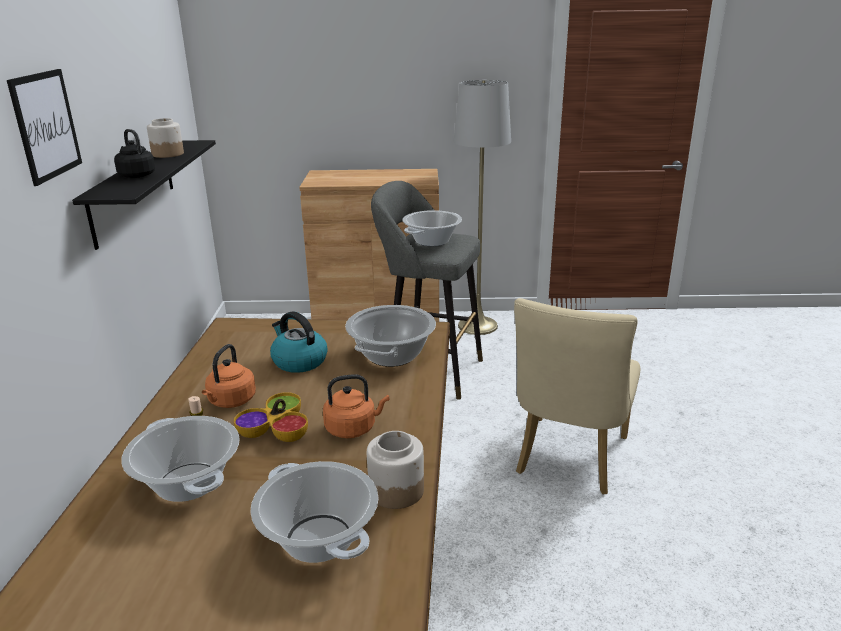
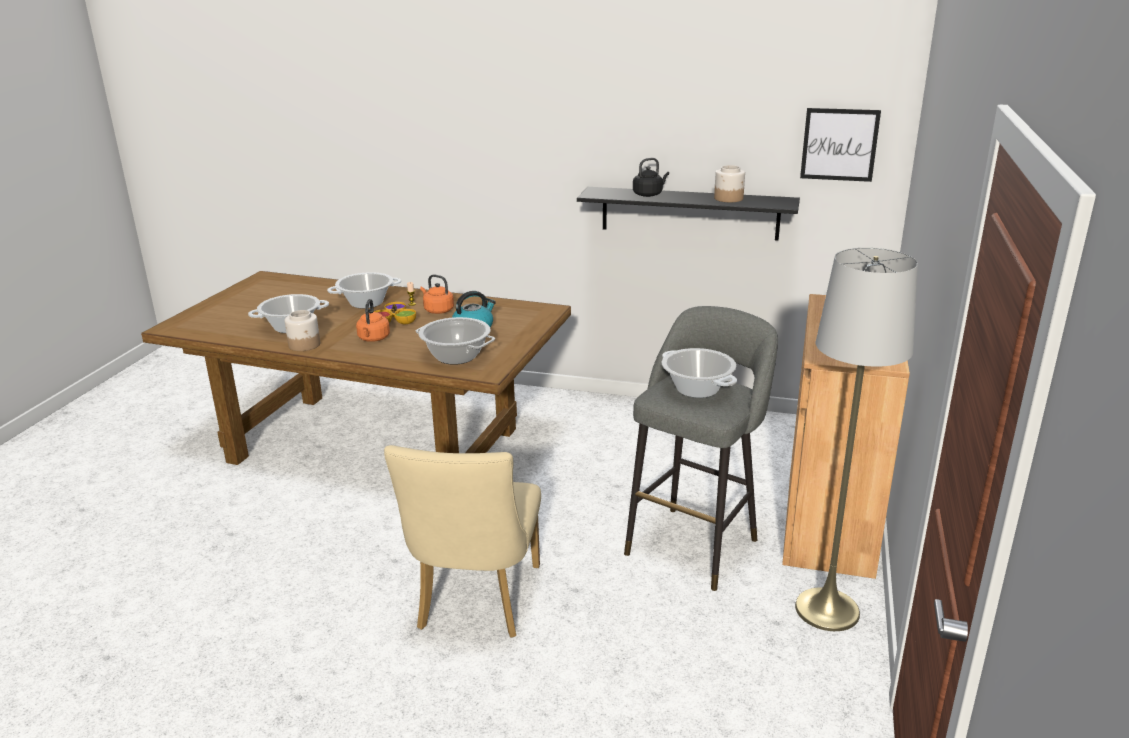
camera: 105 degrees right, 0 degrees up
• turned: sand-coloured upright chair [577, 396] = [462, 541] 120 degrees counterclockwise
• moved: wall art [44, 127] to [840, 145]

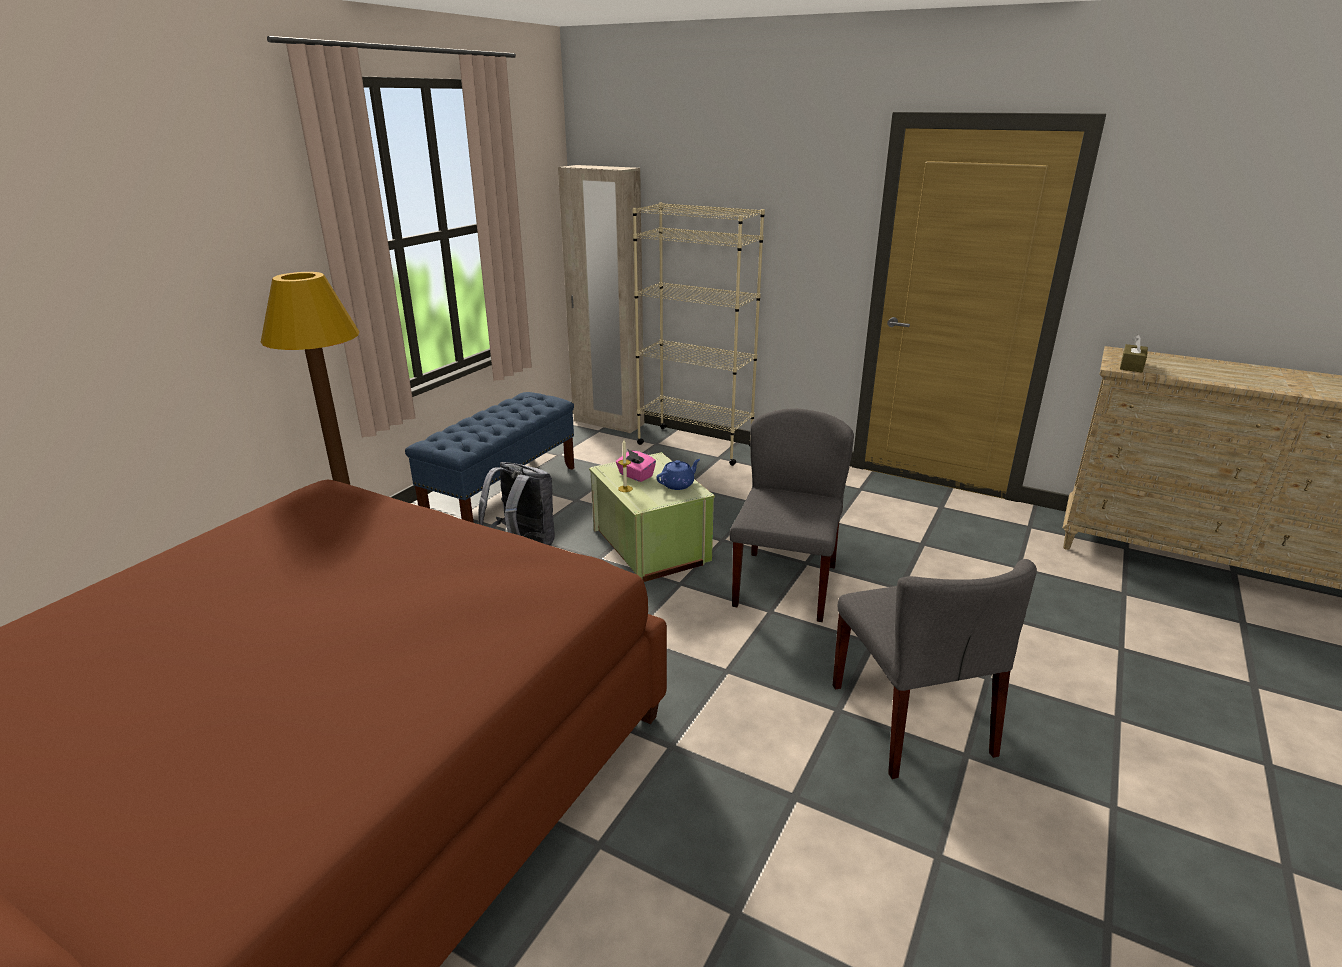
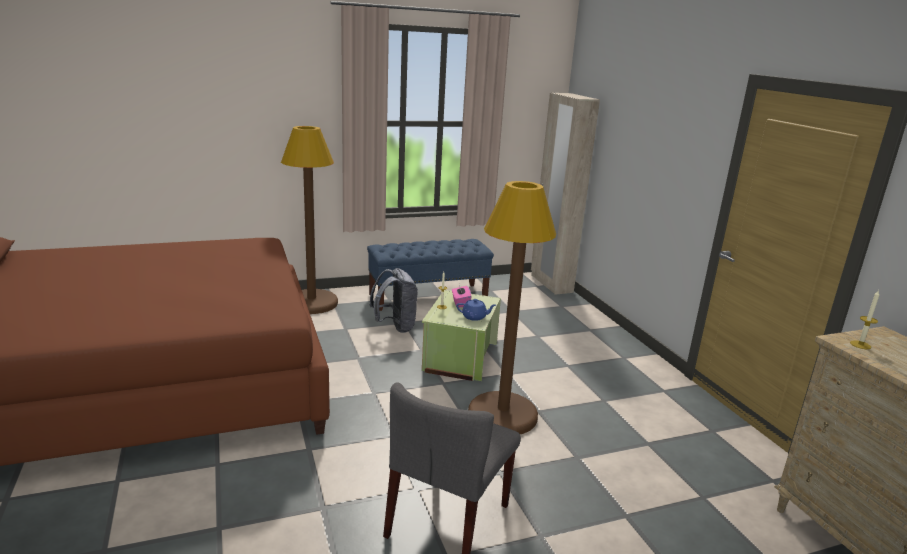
camera: 40 degrees right, 5 degrees down
• replaced: grey upright chair [792, 515] to brownish floor lamp [512, 307]
• replaced: brownish tissue holder [1134, 353] to wax light [864, 319]
• removed: sand-coloured bookcase [699, 334]

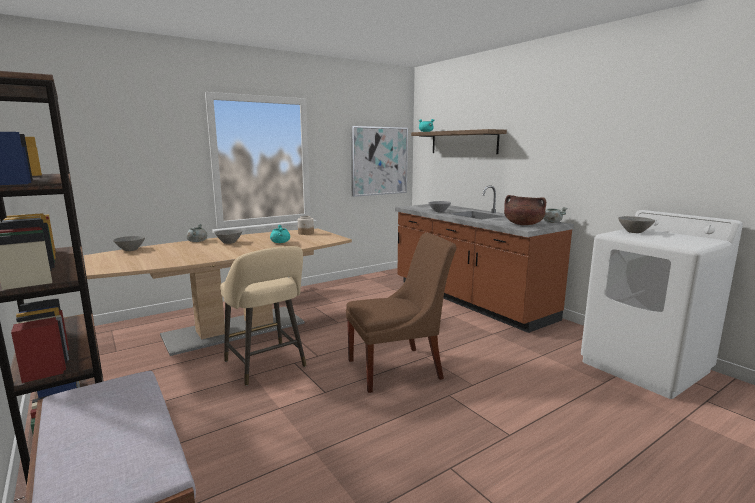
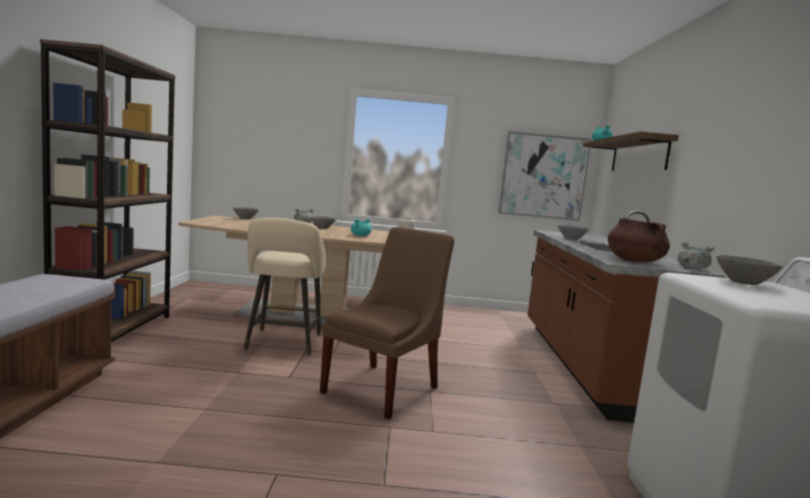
camera: 35 degrees right, 5 degrees down
• turned: brownish upright chair [401, 313] = [387, 323] 75 degrees counterclockwise

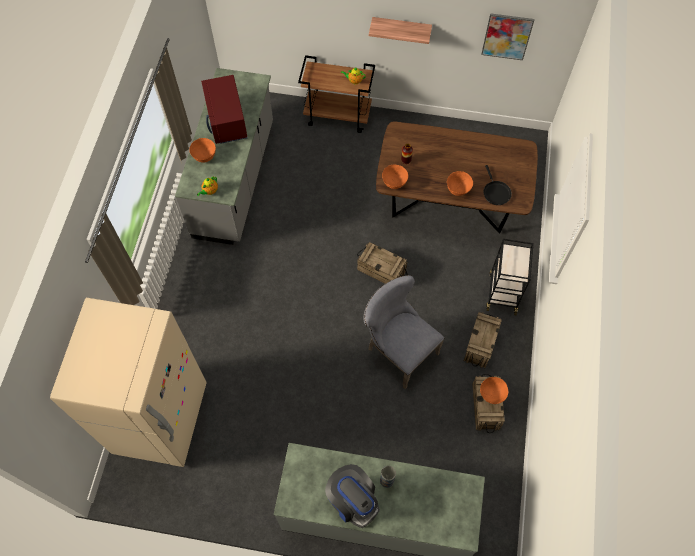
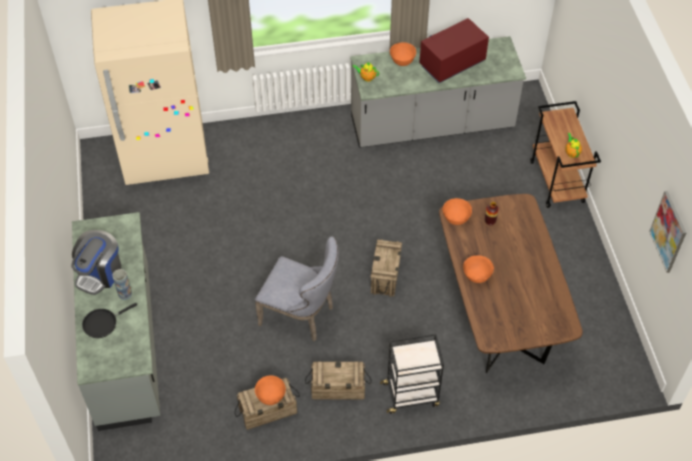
camera: 70 degrees right, 10 degrees down
• moved: black frying pan [497, 185] to [109, 320]
• turned: grey upright chair [404, 332] = [297, 288] 90 degrees clockwise
• removed: wall shelf [400, 30]

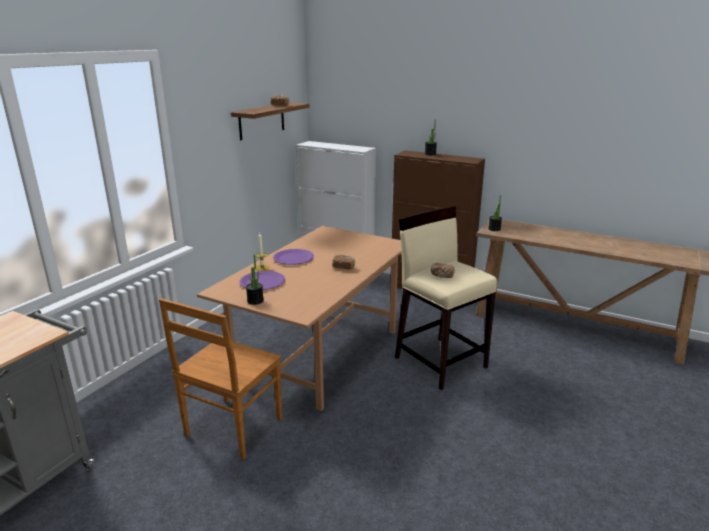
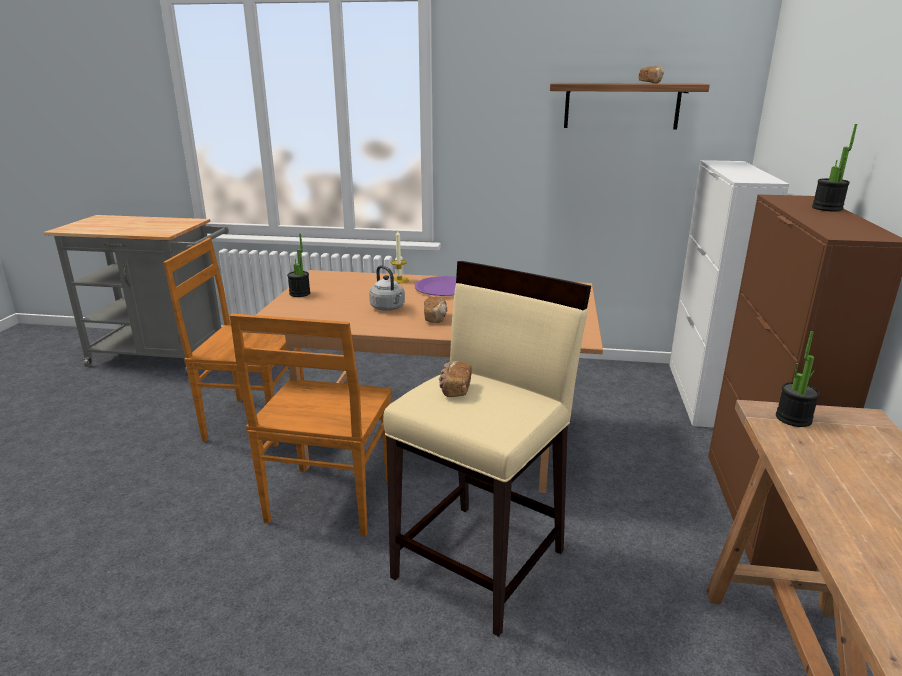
camera: 70 degrees right, 0 degrees up
• added: brownish upright chair [310, 424]
• added: grey kettle [387, 288]
• removed: purplish dinner plate [262, 280]

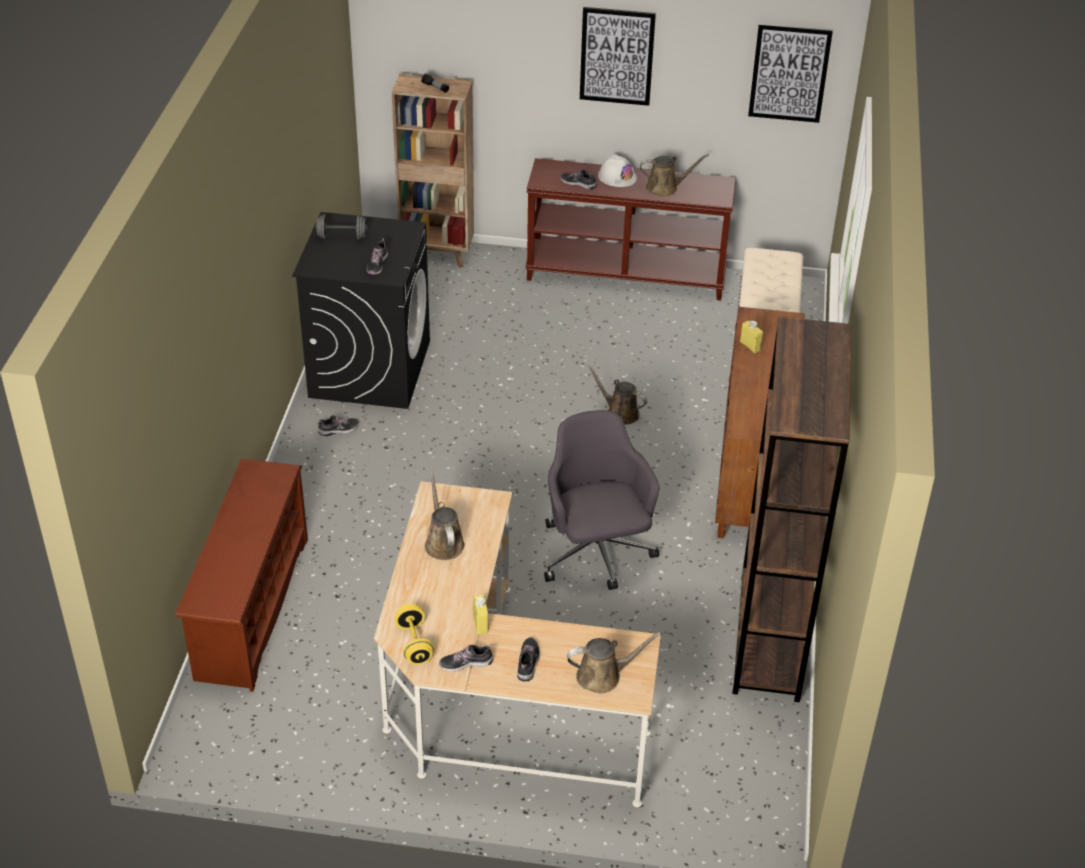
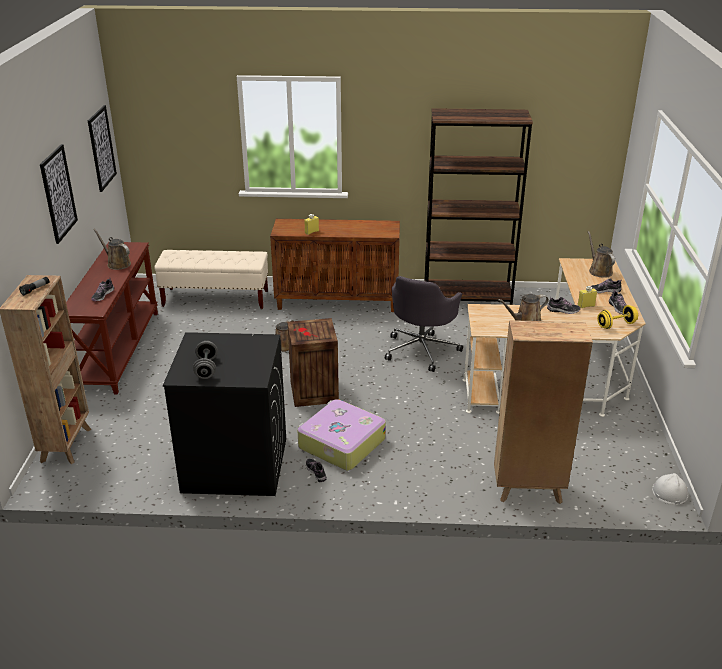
camera: 95 degrees left, 10 degrees down
• turned: brownish watering pot [674, 175] = [112, 249] 45 degrees counterclockwise
• added: packing crate [313, 362]
• added: suitcase [341, 434]
• turned: grey desk chair [602, 500] = [424, 324] 45 degrees counterclockwise
• replaced: brownish shoe shelf [241, 575] to brownish bookcase [543, 412]
• moved: shoe [377, 256] to [563, 305]
• moved: whitish work helmet [617, 170] to [670, 489]

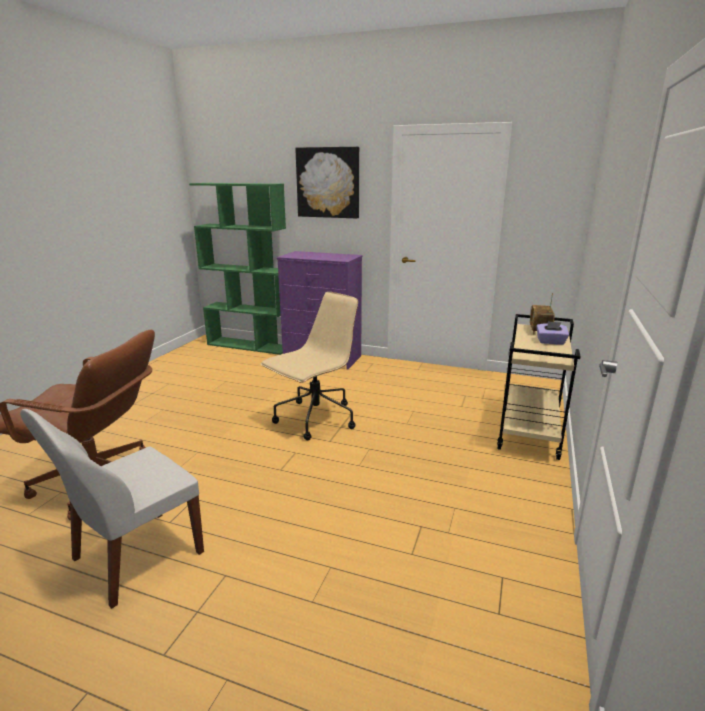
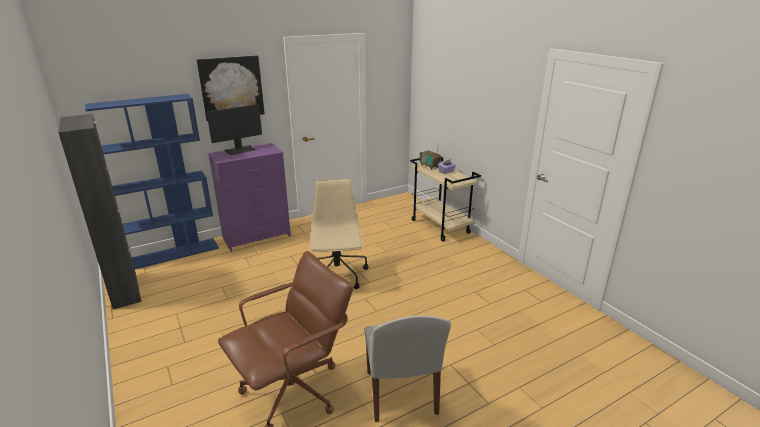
camera: 50 degrees left, 5 degrees up
• added: black cupboard [100, 211]
• recoloured: greenish bookcase [237, 269] to bluish bookcase [152, 181]
• added: computer display [234, 129]

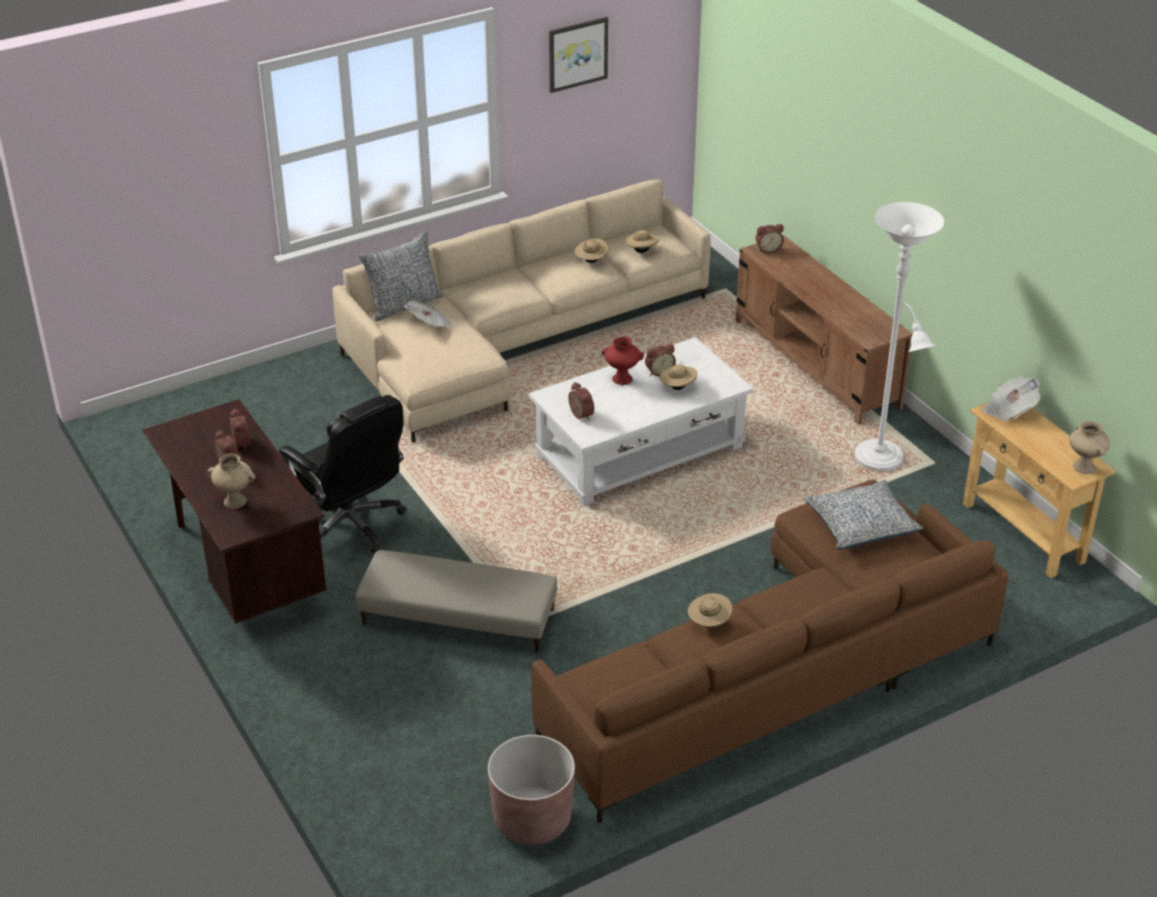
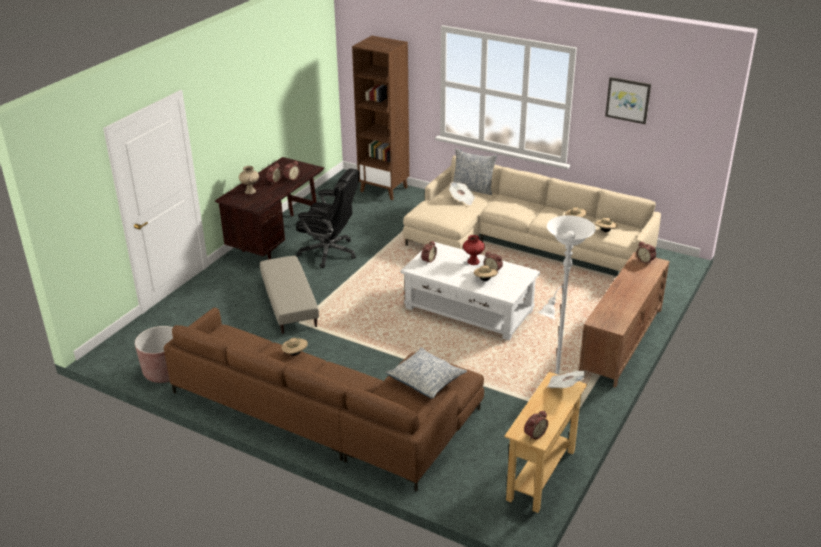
camera: 60 degrees right, 5 degrees down
• turned: black desk chair [342, 474] = [327, 219] 90 degrees counterclockwise
• added: brownish bookcase [380, 118]
• replaced: sand-coloured vase [1089, 447] to table clock [536, 425]

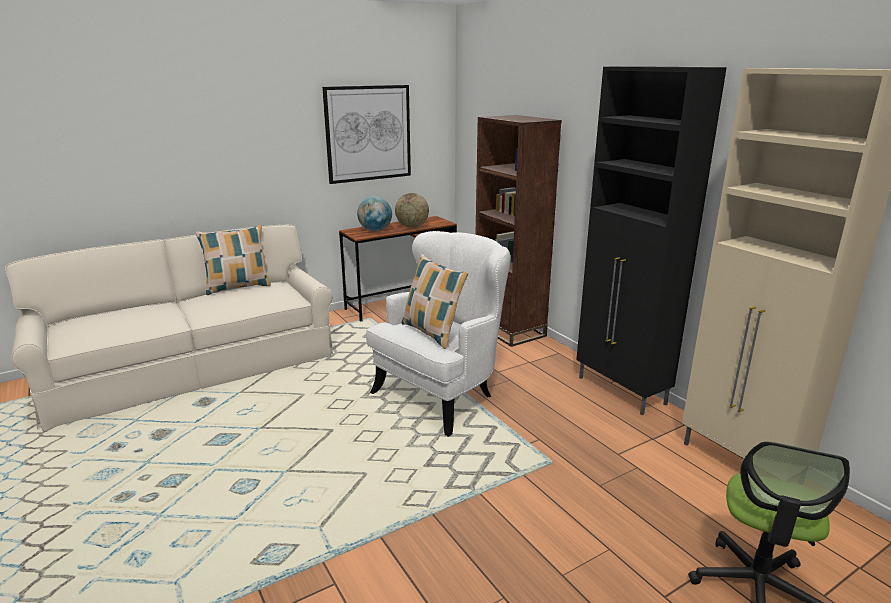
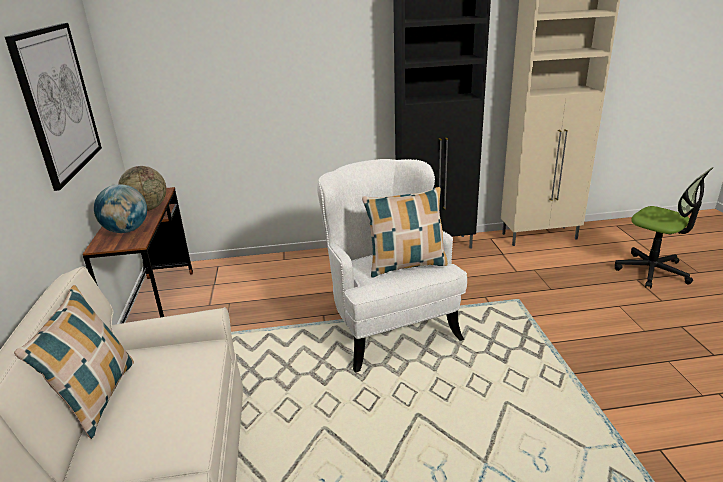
camera: 65 degrees left, 5 degrees up
• removed: brownish bookcase [518, 231]

